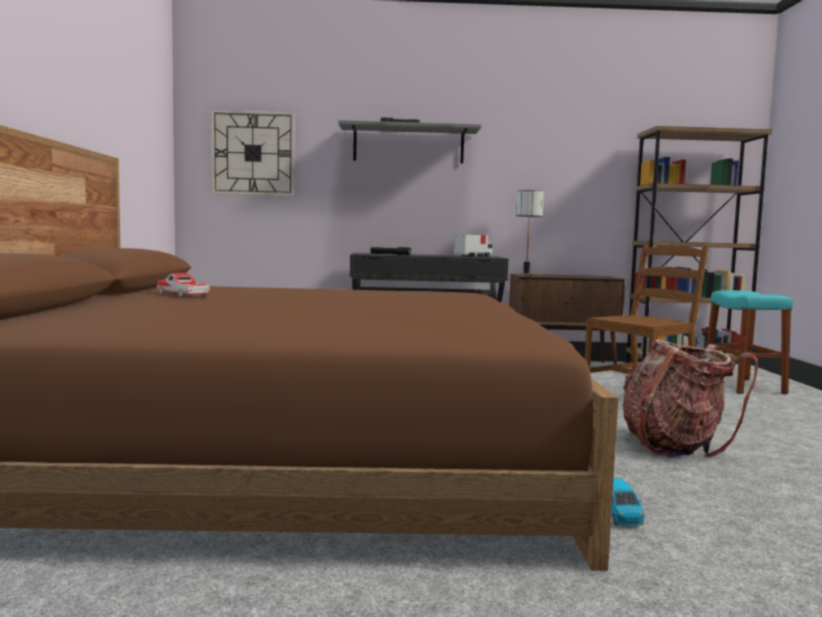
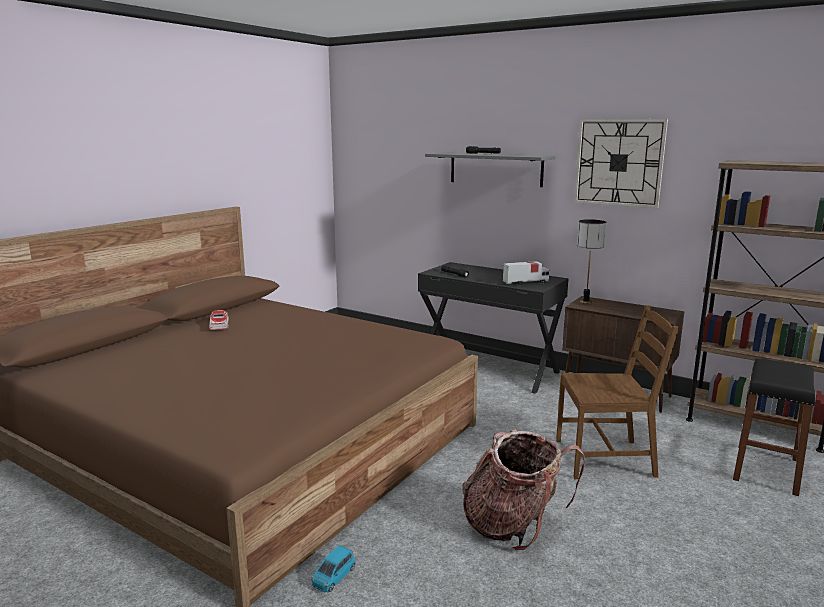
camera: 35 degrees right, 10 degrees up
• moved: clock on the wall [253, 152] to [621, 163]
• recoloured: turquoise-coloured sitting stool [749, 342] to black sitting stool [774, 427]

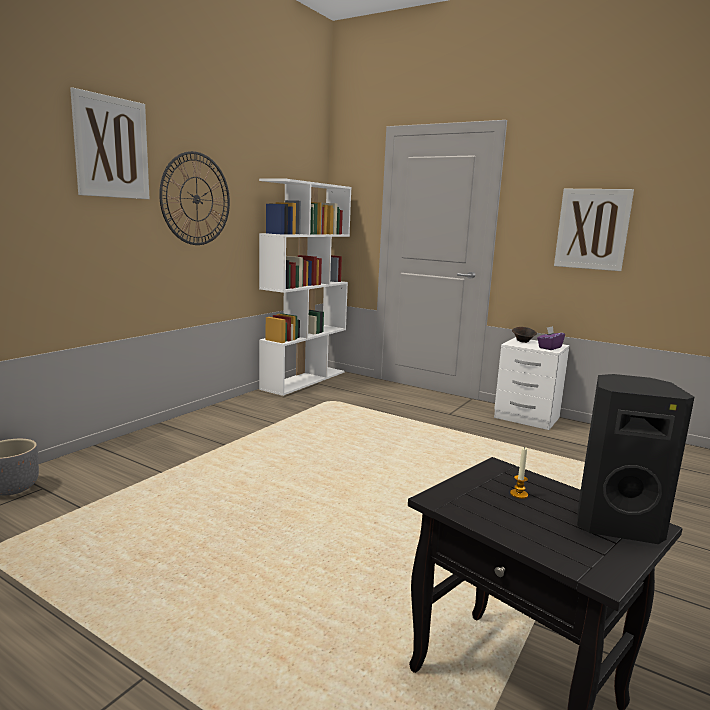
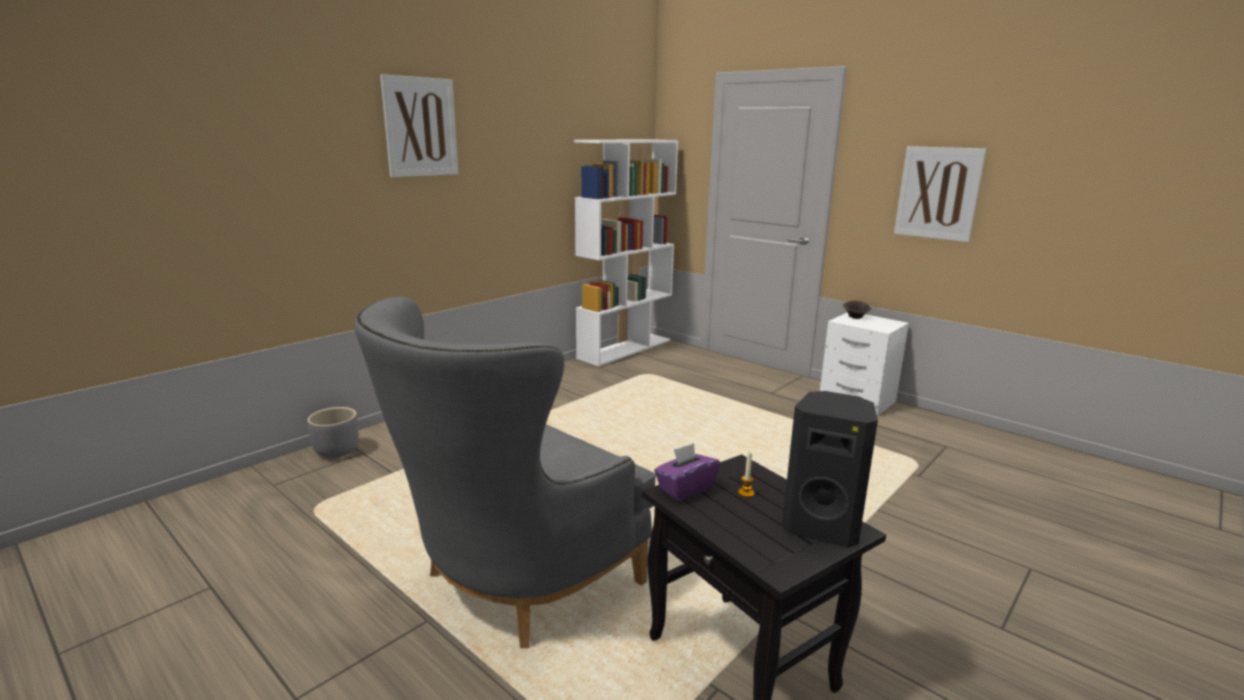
camera: 10 degrees right, 5 degrees up
• added: grey easy chair [505, 472]
• moved: purplish tissue holder [551, 338] to [687, 472]
• removed: clock on the wall [194, 198]

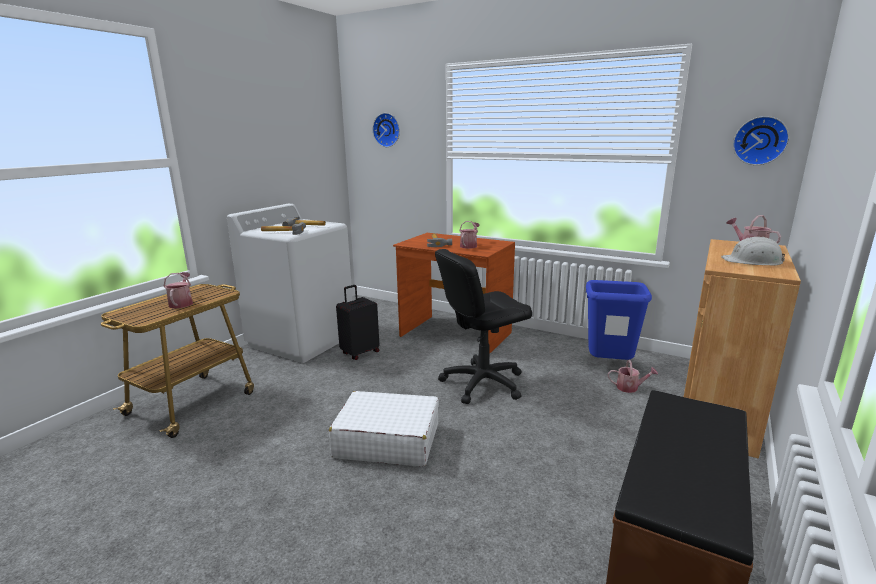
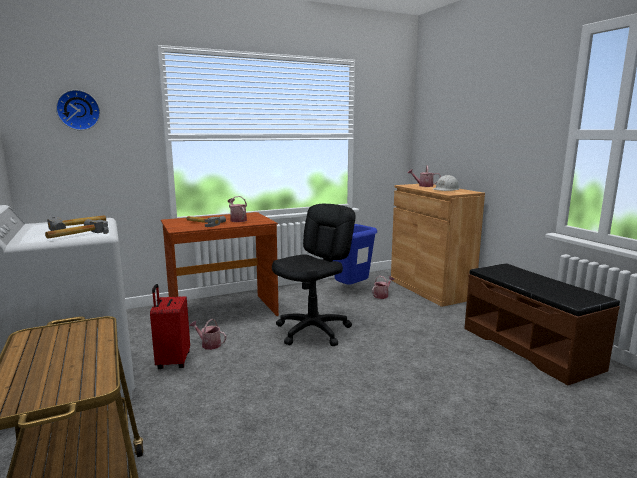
camera: 55 degrees left, 5 degrees down
• recoloured: black suitcase [357, 322] to reddish suitcase [170, 326]
• moved: watering pot [178, 290] to [207, 334]
• turned: black desk chair [483, 326] = [314, 275] 150 degrees counterclockwise
• removed: whitish suitcase [384, 428]
• removed: clock on the wall [761, 140]

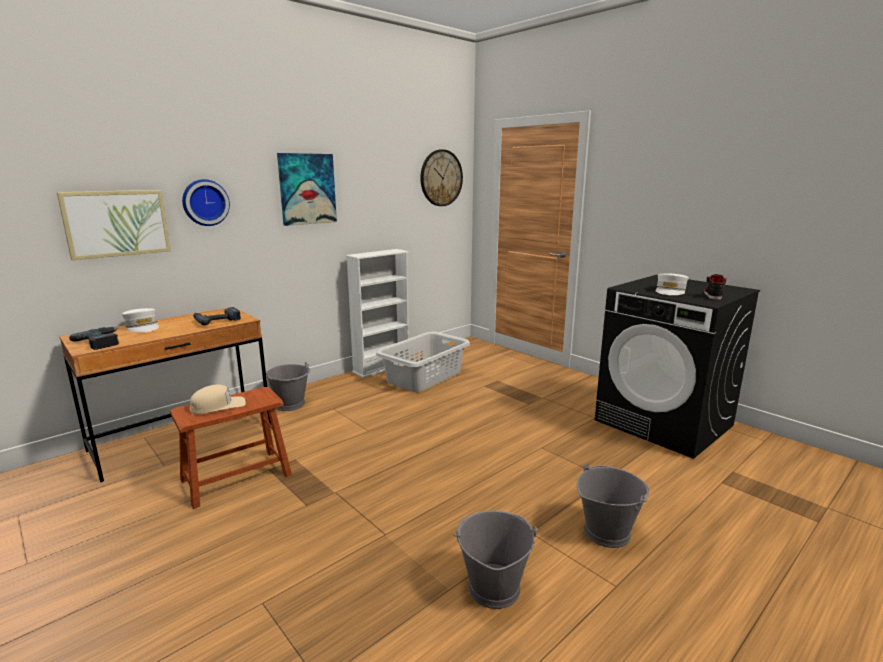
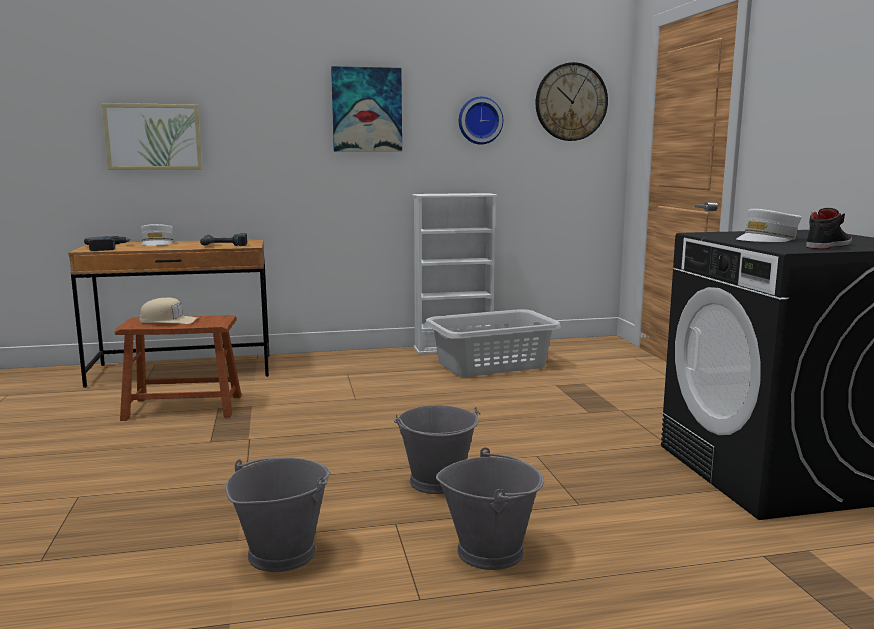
camera: 30 degrees right, 5 degrees down
• moved: grey water bucket [288, 386] to [437, 449]
• moved: clock on the wall [206, 202] to [481, 121]

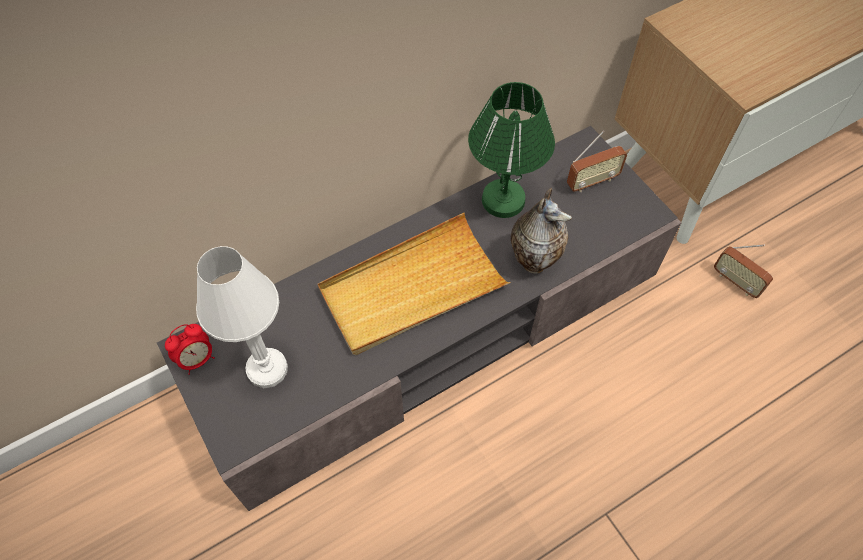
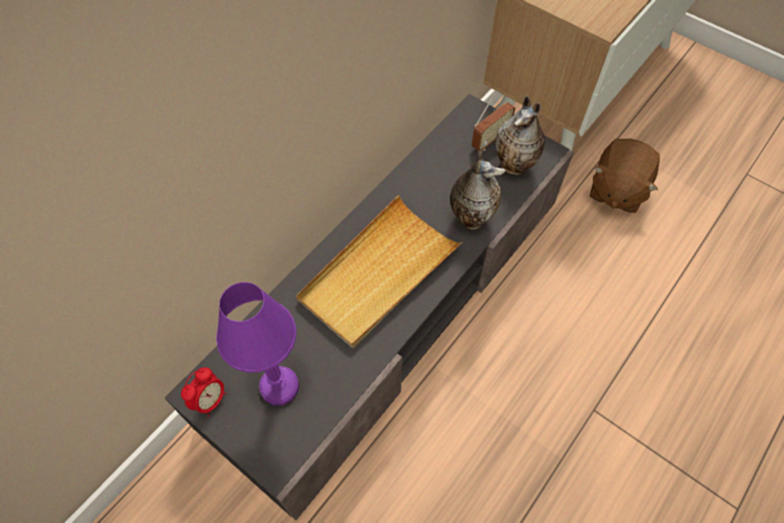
camera: 20 degrees left, 0 degrees up
• recoloured: whitish tabletop lamp [242, 317] to purplish tabletop lamp [257, 343]
• added: vase [520, 135]
• replaced: radio receiver [743, 271] to brownish plush toy [625, 175]
• removed: greenish tabletop lamp [511, 150]

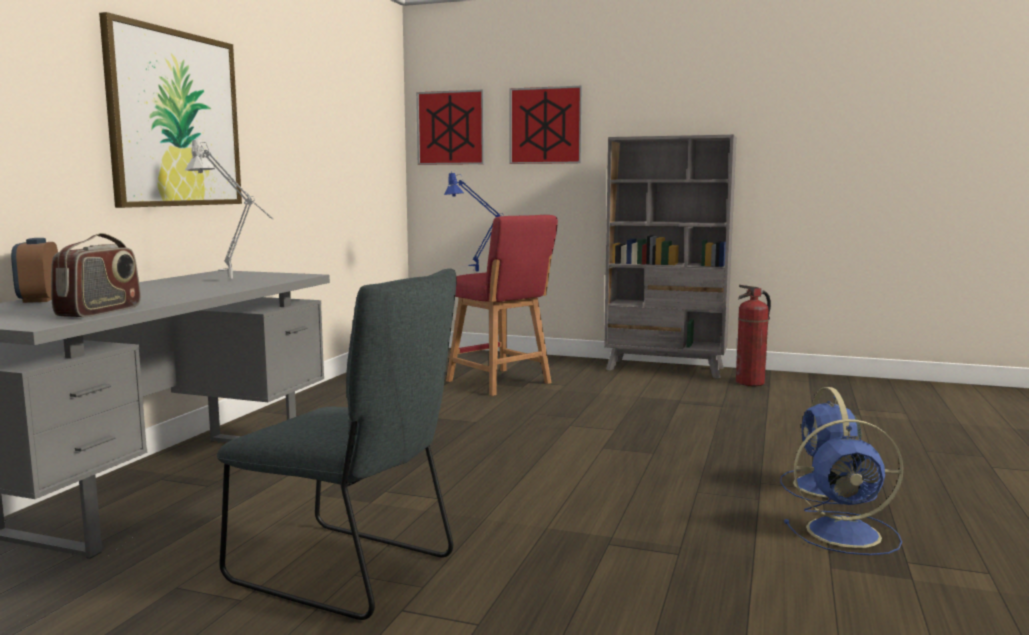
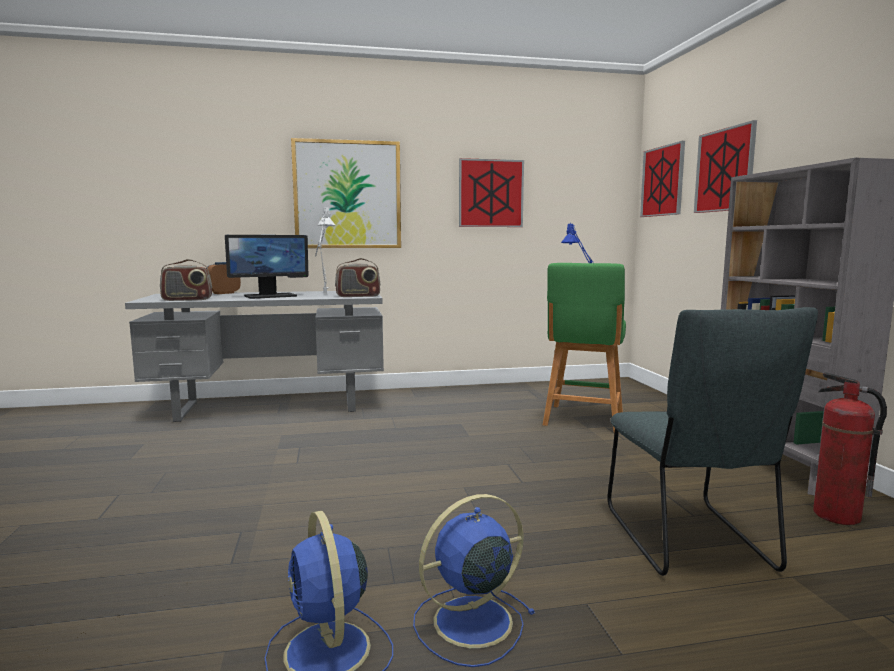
camera: 60 degrees right, 0 degrees up
• added: computer display [266, 267]
• added: radio receiver [357, 277]
• added: wall art [491, 192]
• recoloured: reddish sitting stool [502, 305] to greenish sitting stool [584, 348]
• moved: grey upright chair [336, 444] to [712, 441]

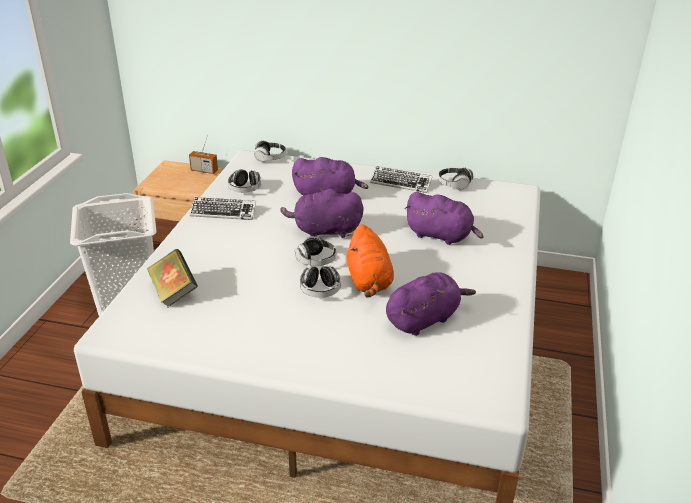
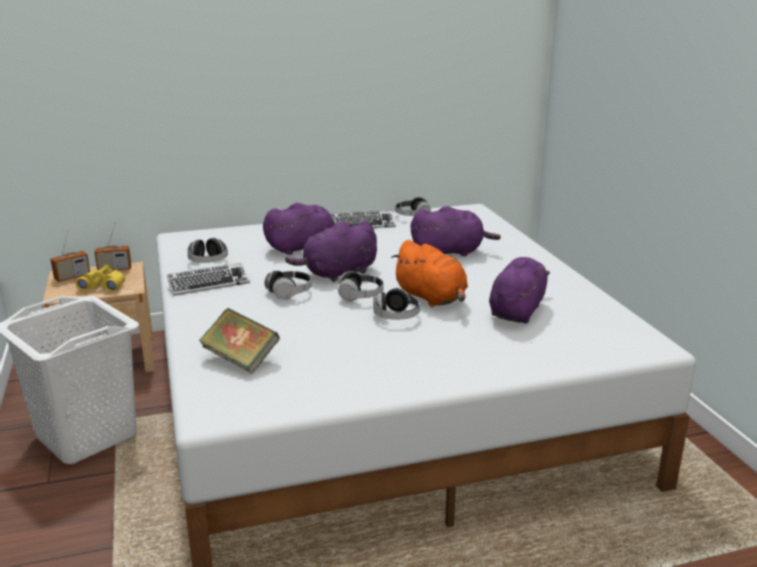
camera: 30 degrees left, 10 degrees down
• added: radio receiver [70, 255]
• added: yellowish pair of binoculars [100, 278]
• moved: pair of headphones [270, 151] to [288, 285]

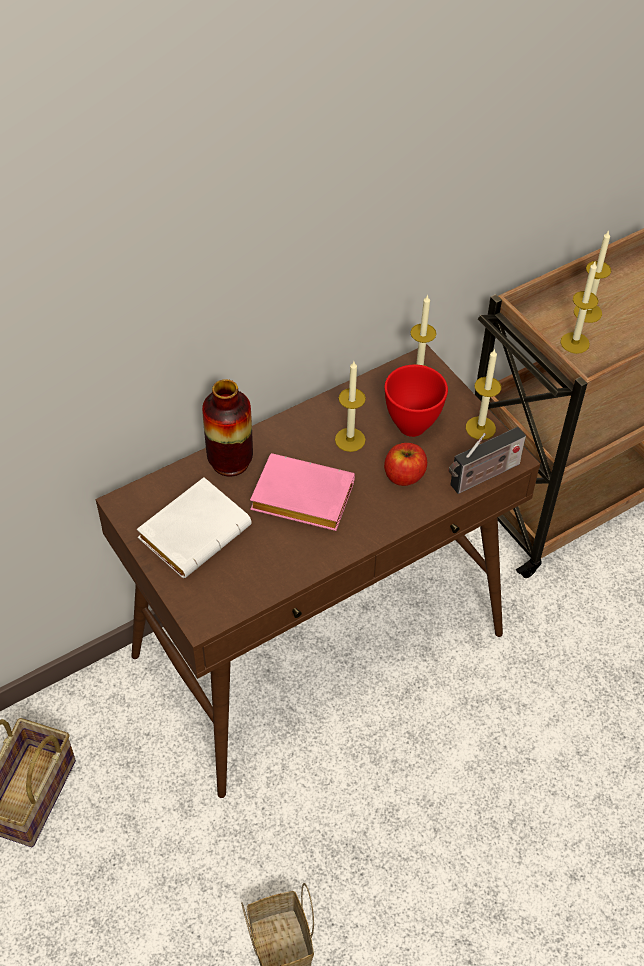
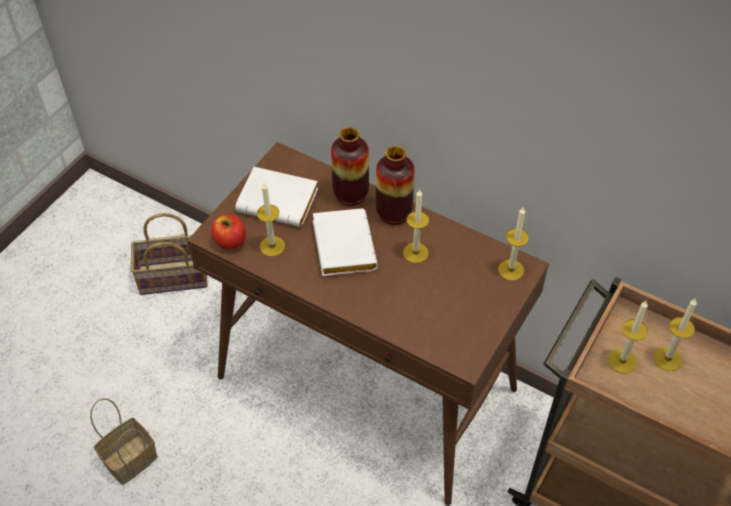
camera: 65 degrees right, 0 degrees up
• moved: apple [405, 464] to [228, 232]
• moved: wax light [483, 394] to [271, 220]
• recoloured: pink volume [302, 492] to whitish volume [345, 242]
• added: vase [395, 185]
• removed: reddish serving bowl [416, 401]
• removed: radio receiver [487, 460]

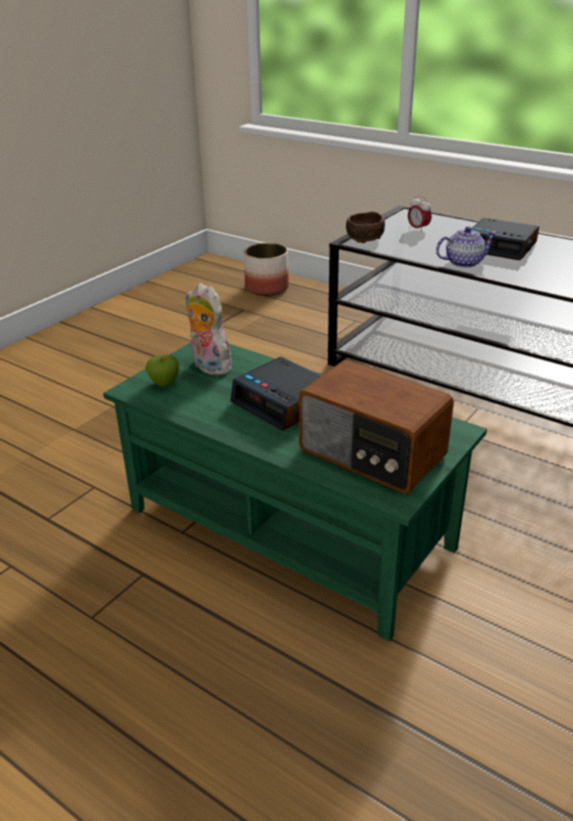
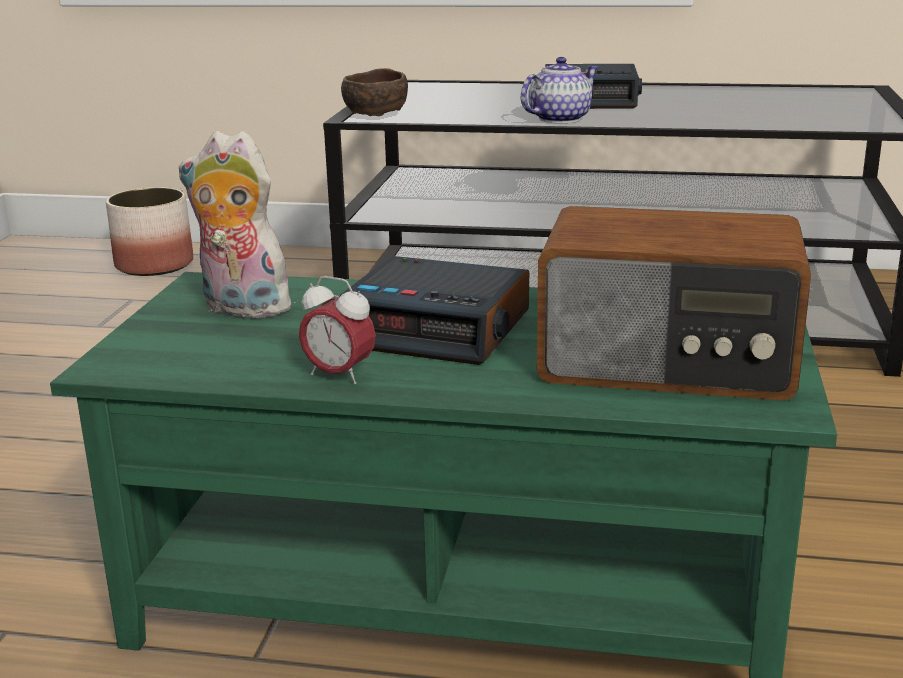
camera: 25 degrees left, 10 degrees down
• moved: table clock [420, 214] to [337, 330]
• removed: apple [162, 370]

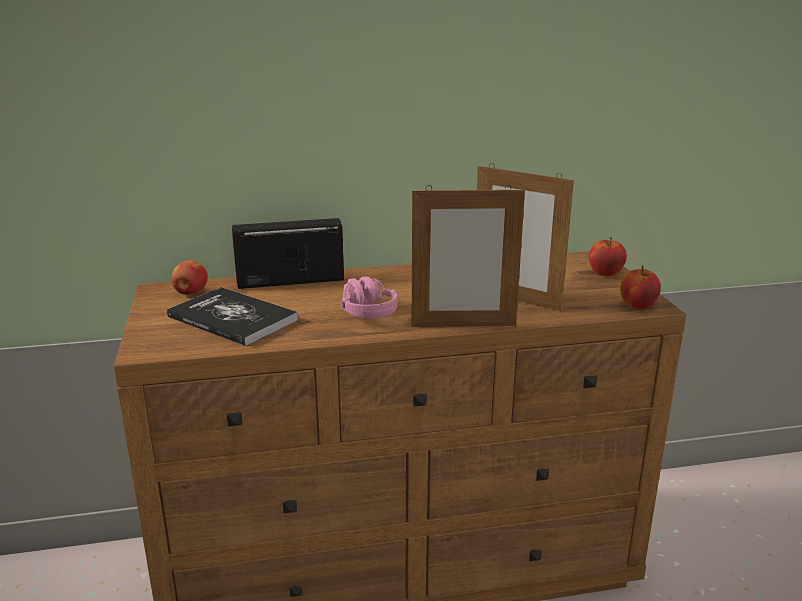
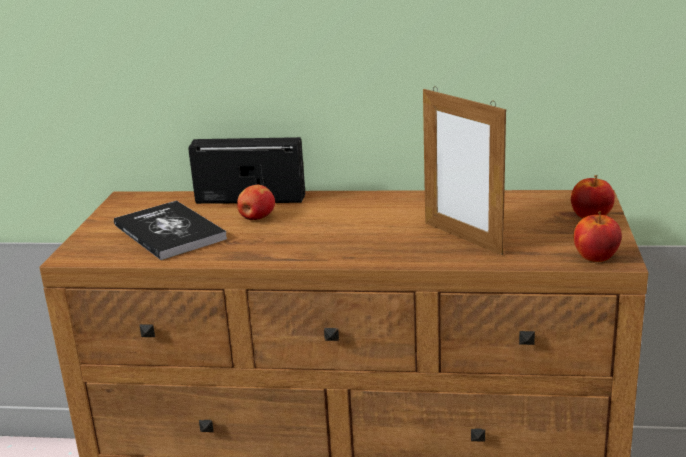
camera: 20 degrees right, 0 degrees up
• moved: apple [189, 277] to [256, 202]
• removed: pink pair of headphones [370, 297]
• removed: photo frame [468, 256]

